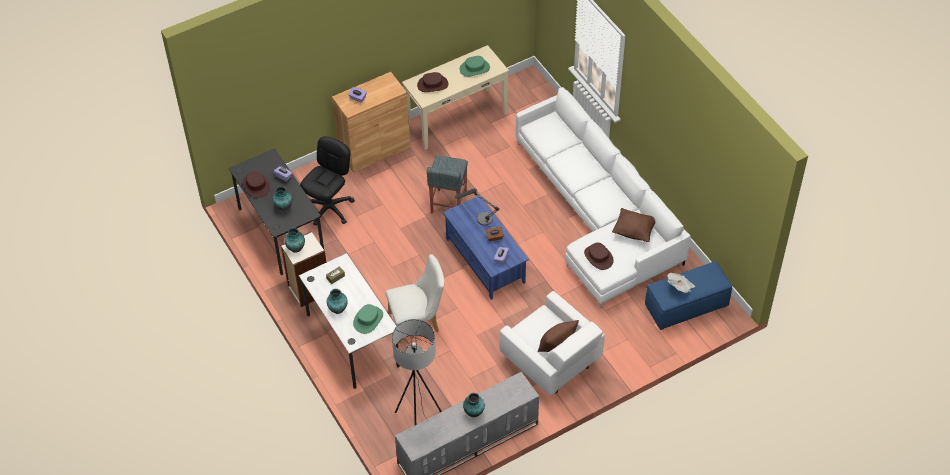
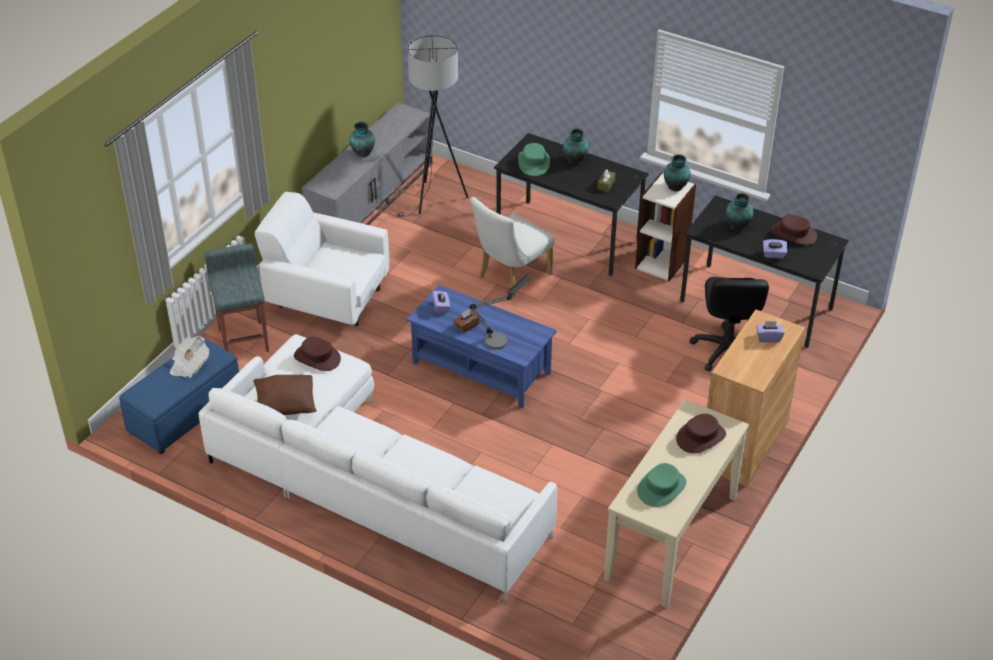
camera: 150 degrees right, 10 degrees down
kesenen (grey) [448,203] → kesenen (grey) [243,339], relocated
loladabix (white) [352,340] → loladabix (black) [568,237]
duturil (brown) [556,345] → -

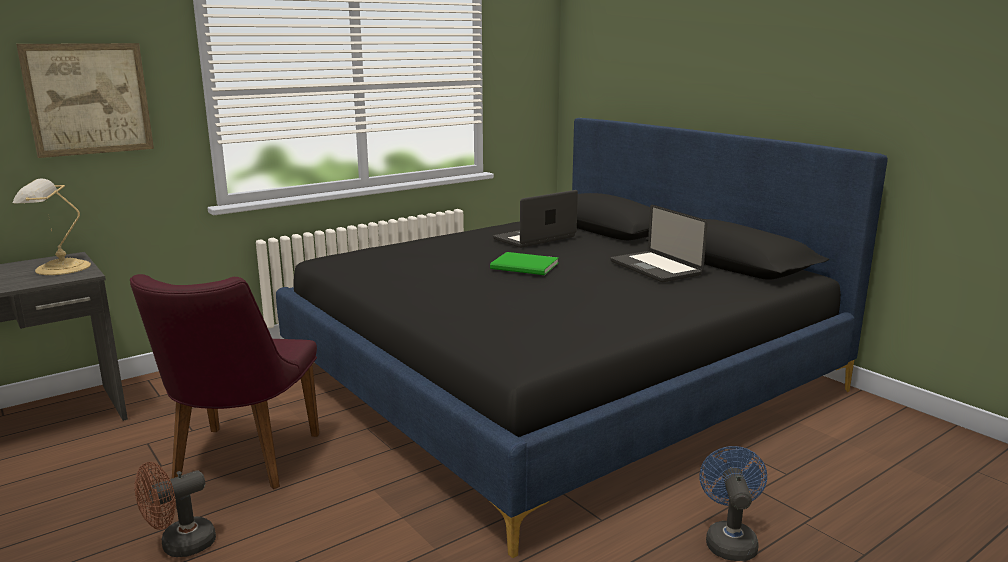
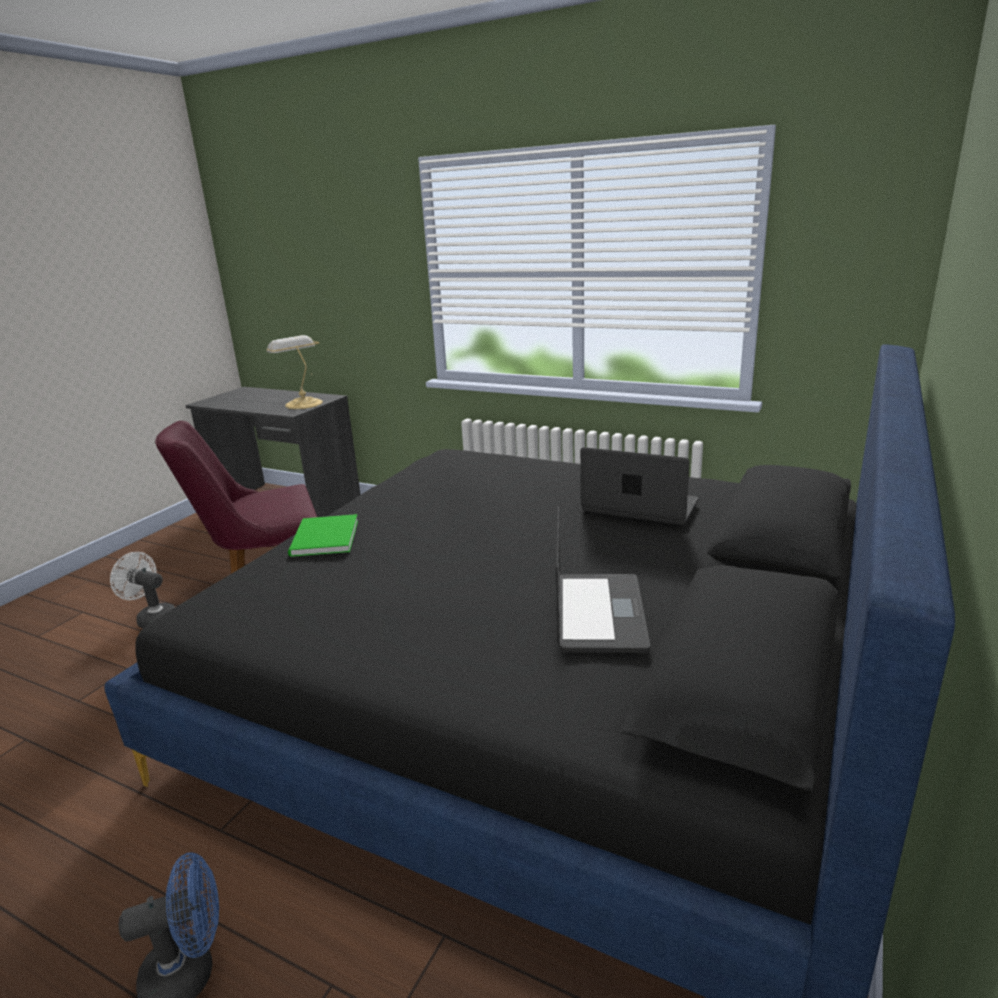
camera: 65 degrees right, 5 degrees up
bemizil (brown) [180,546] → bemizil (white) [153,619]
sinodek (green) [525,266] → sinodek (green) [322,539], relocated
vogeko [655,268] → vogeko [599,614], 150 degrees clockwise
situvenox [88,99] → -

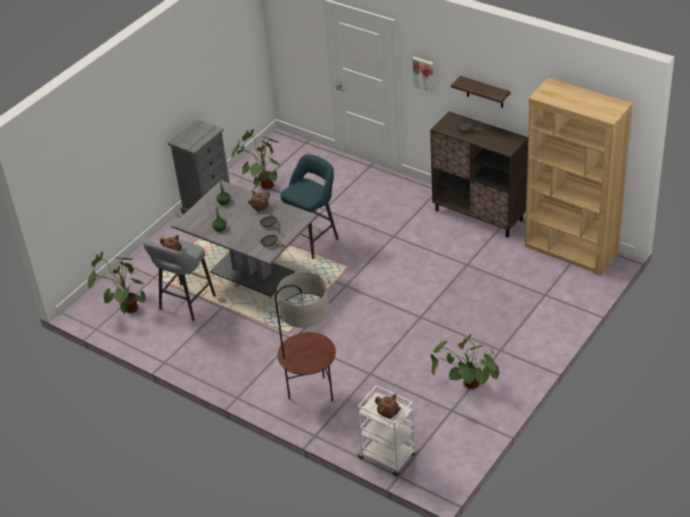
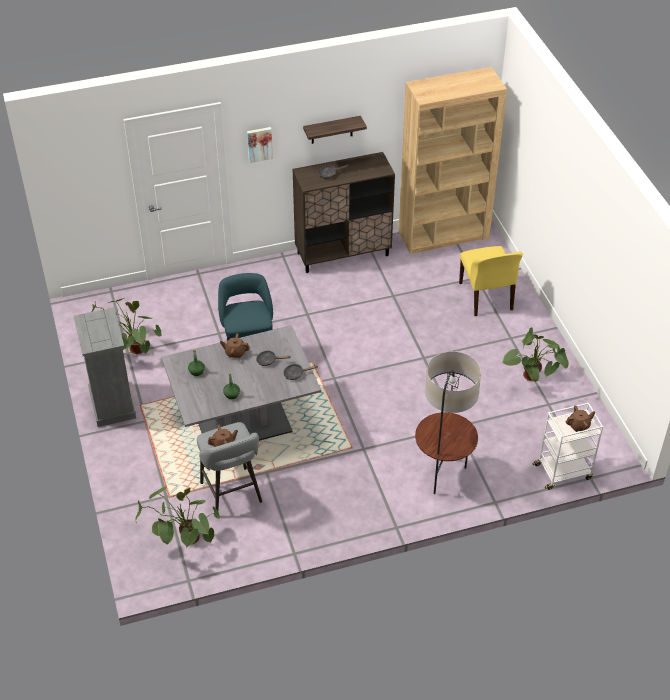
camera: 55 degrees left, 5 degrees up
- → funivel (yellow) [486,297]

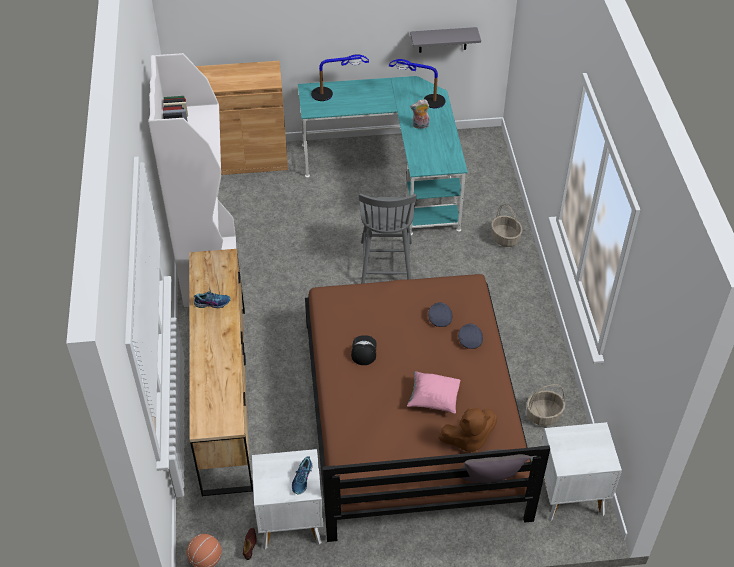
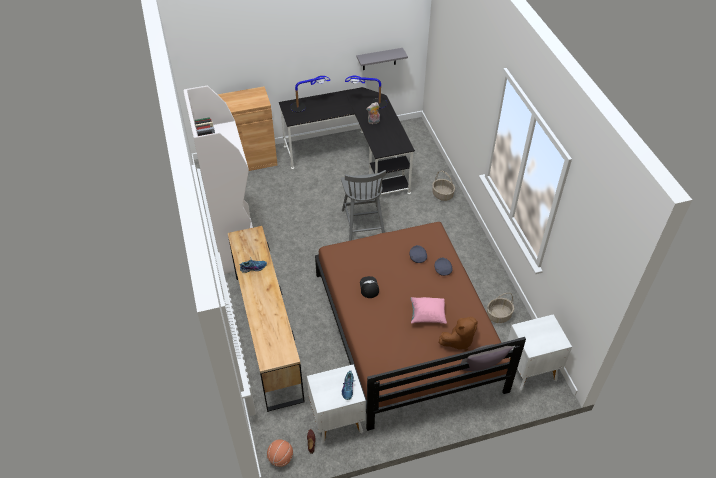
camera: 10 degrees left, 0 degrees up
loladabix (turquoise) [392,174] → loladabix (black) [353,159]

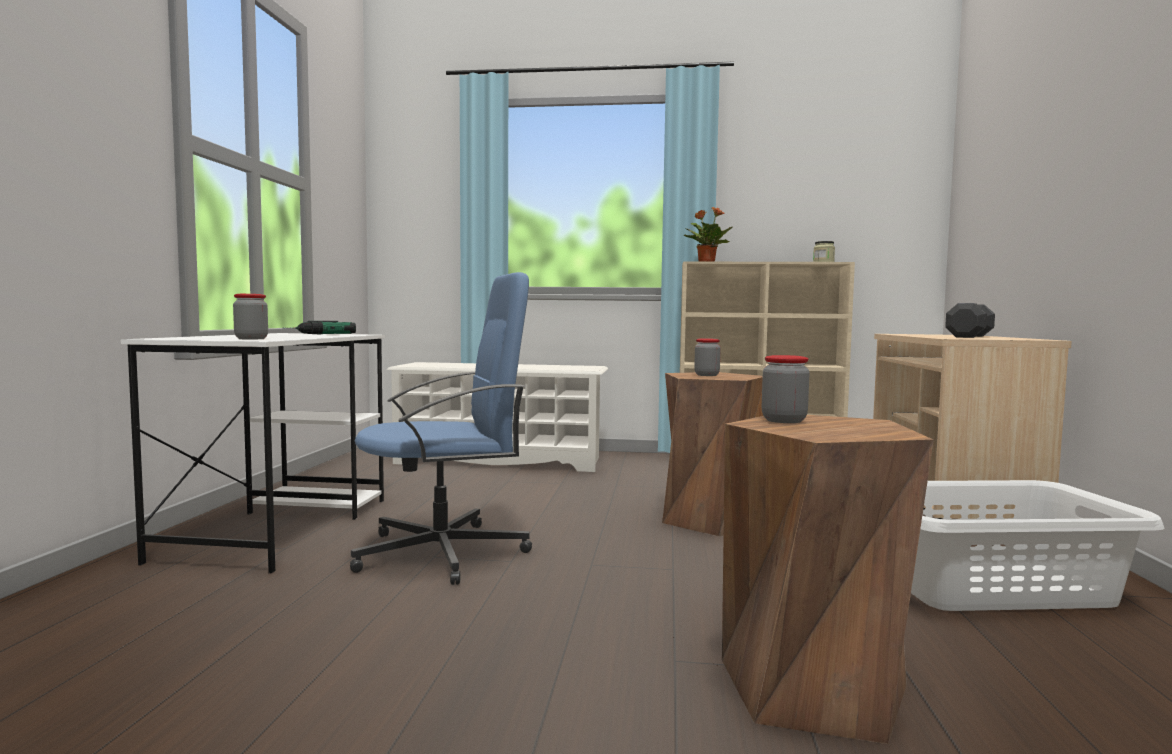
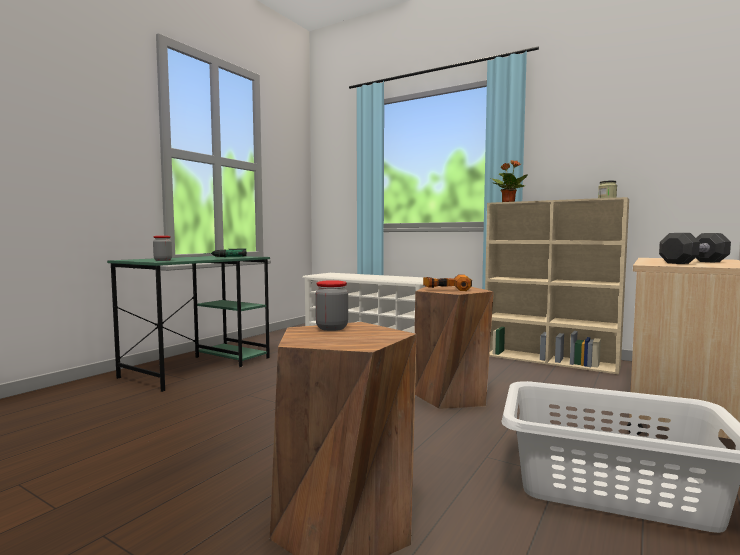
camera: 25 degrees right, 0 degrees up
loladabix (white) [280,527] → loladabix (green) [200,367]
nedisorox [706,375] → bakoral [446,289]
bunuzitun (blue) [444,552] → -

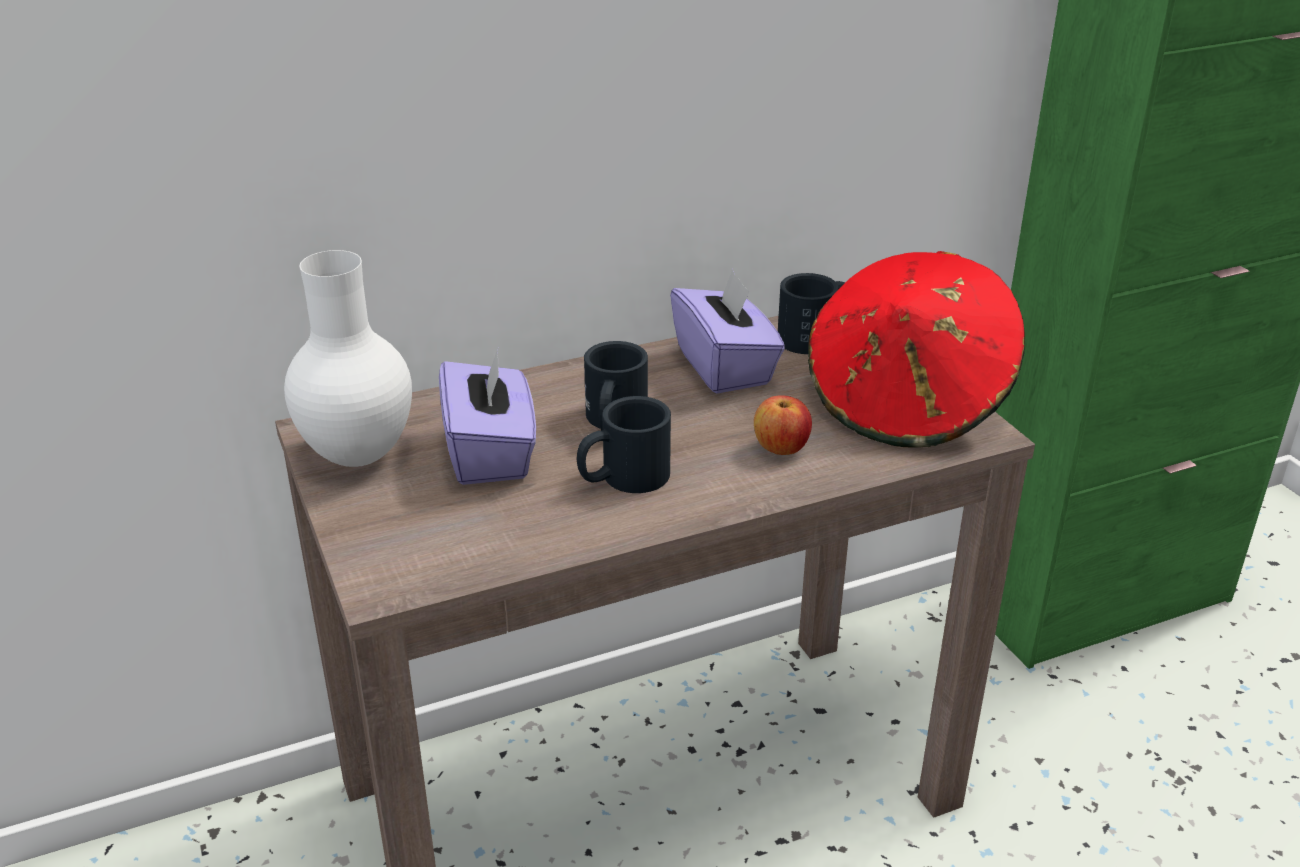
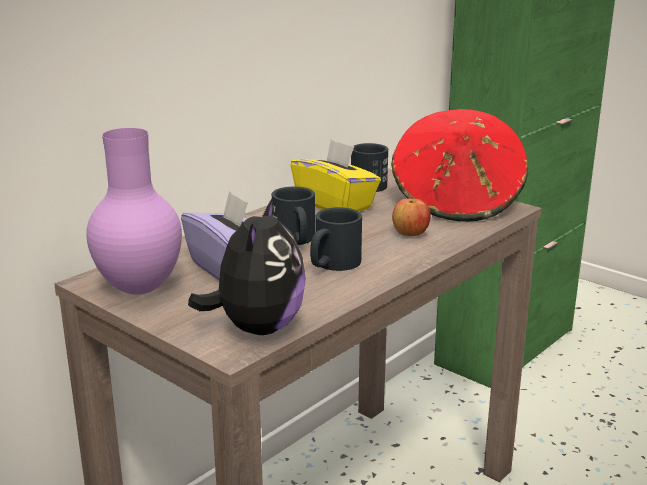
camera: 25 degrees left, 10 degrees down
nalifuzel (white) [361,455] → nalifuzel (purple) [141,288]
- → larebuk [257,328]
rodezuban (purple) [725,367] → rodezuban (yellow) [335,205]

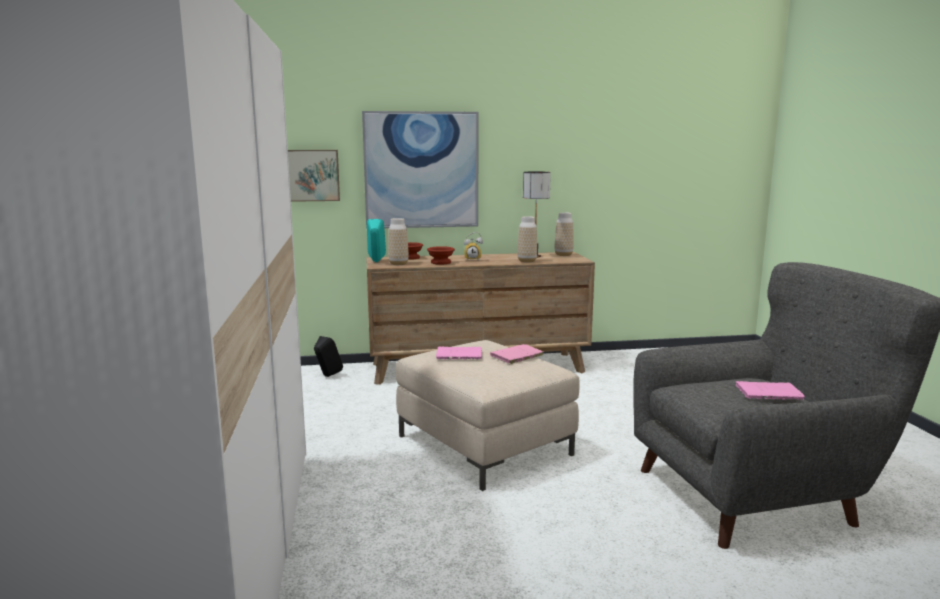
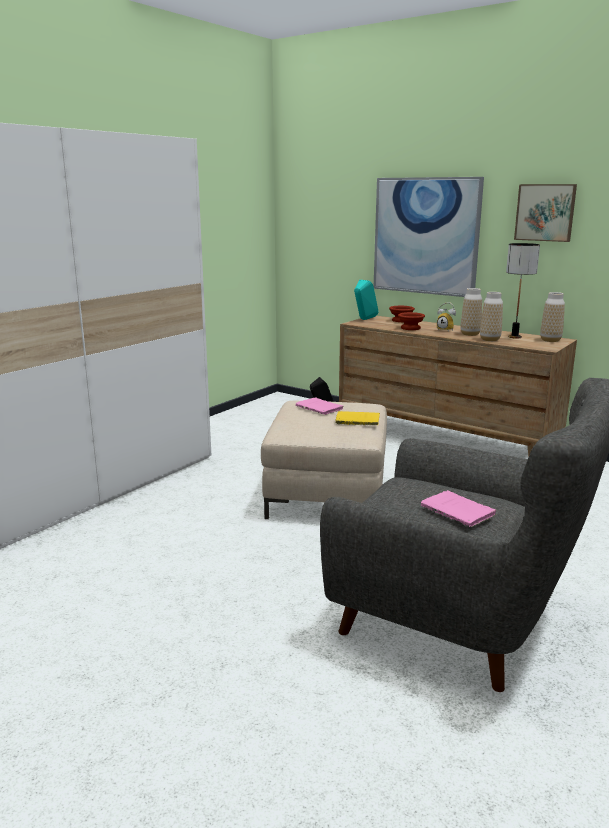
camera: 45 degrees right, 5 degrees up
sinodek (pink) [515,356] → sinodek (yellow) [356,420]
nalifuzel [398,264] → nalifuzel [470,334], relocated
situvenox [313,175] → situvenox [545,212], relocated

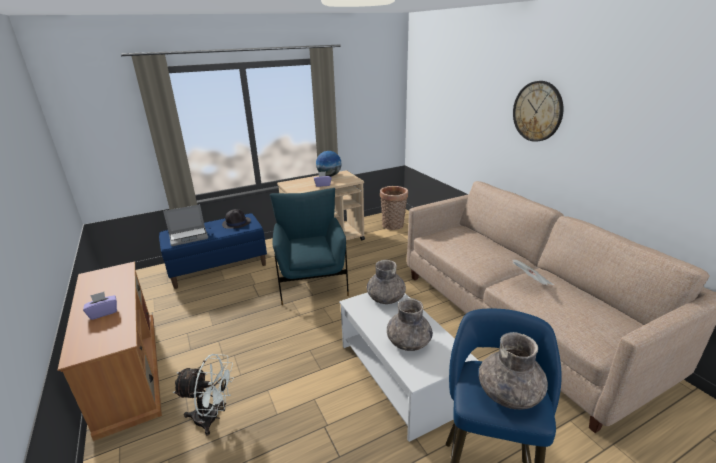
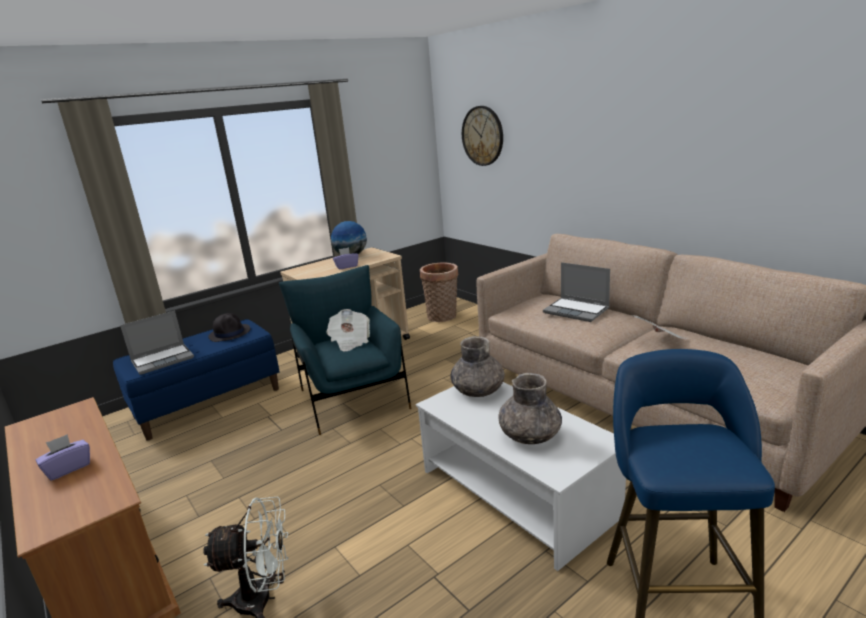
camera: 10 degrees left, 5 degrees down
- → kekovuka [350,341]
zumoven [537,111] → zumoven [482,136], relocated
- → vogeko [577,311]
nalifuzel (grey) [509,394] → -

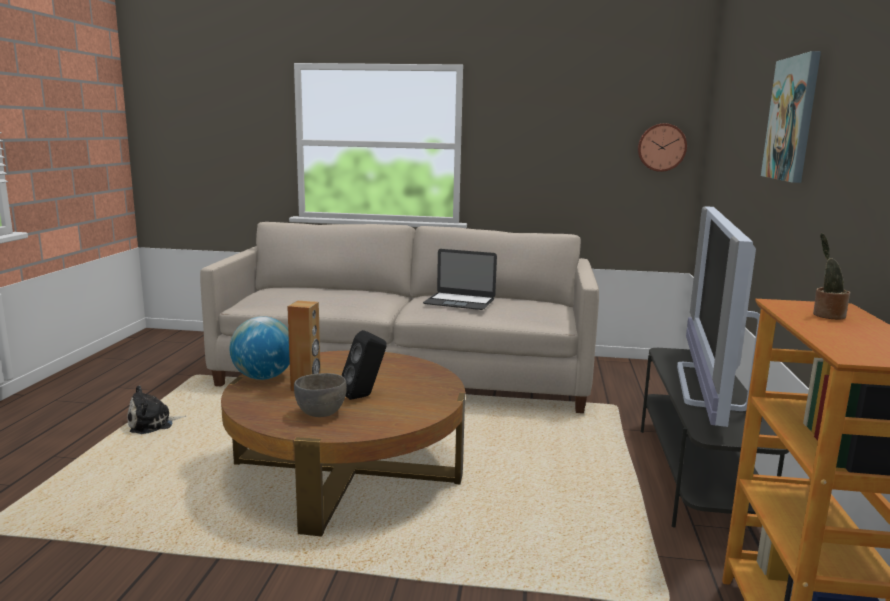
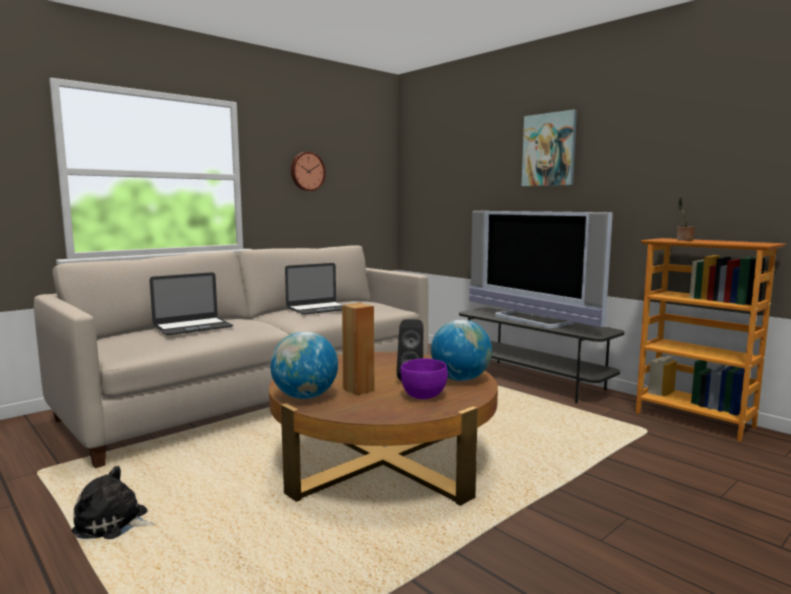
camera: 50 degrees left, 5 degrees down
larebuk [153,424] → larebuk [114,524], 90 degrees clockwise
- → vogeko [193,326]
zumoven [661,147] → zumoven [307,171], relocated
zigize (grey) [321,413] → zigize (purple) [424,396]
- → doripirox [460,379]

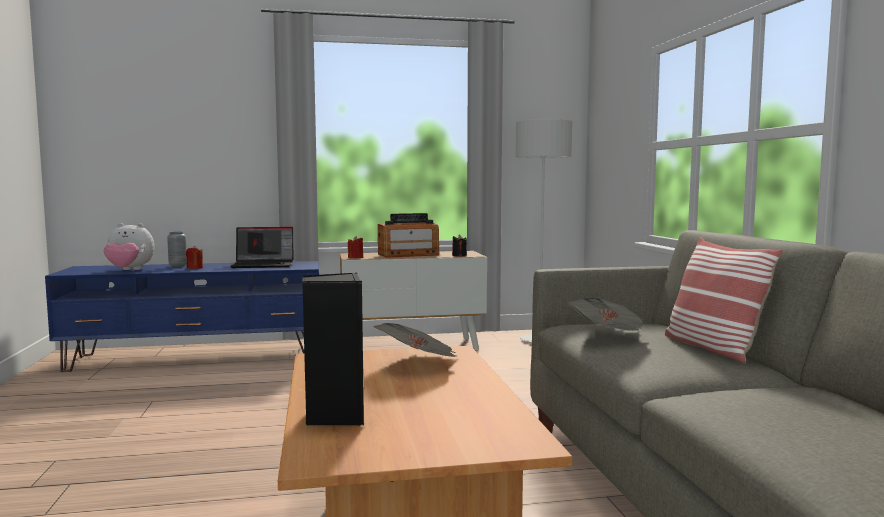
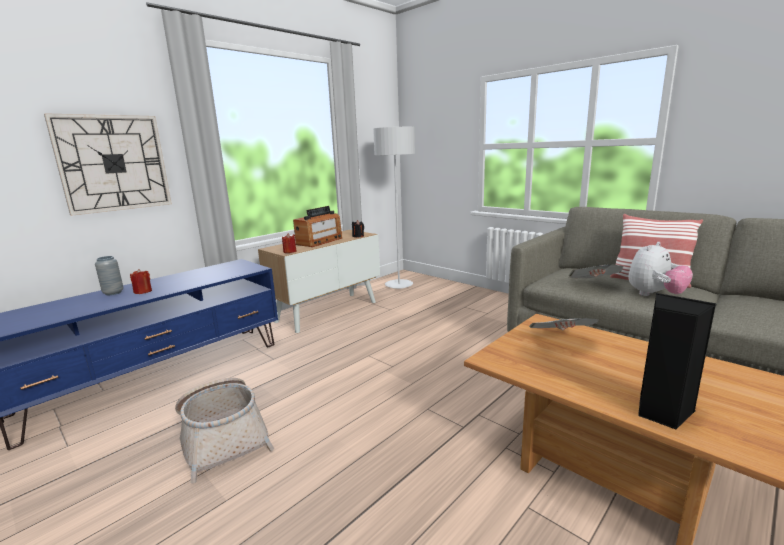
camera: 35 degrees left, 10 degrees up
- → zumoven [113,163]
- → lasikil [223,437]
larebuk [129,270] → larebuk [654,295], relocated
vogeko [264,265] → -

